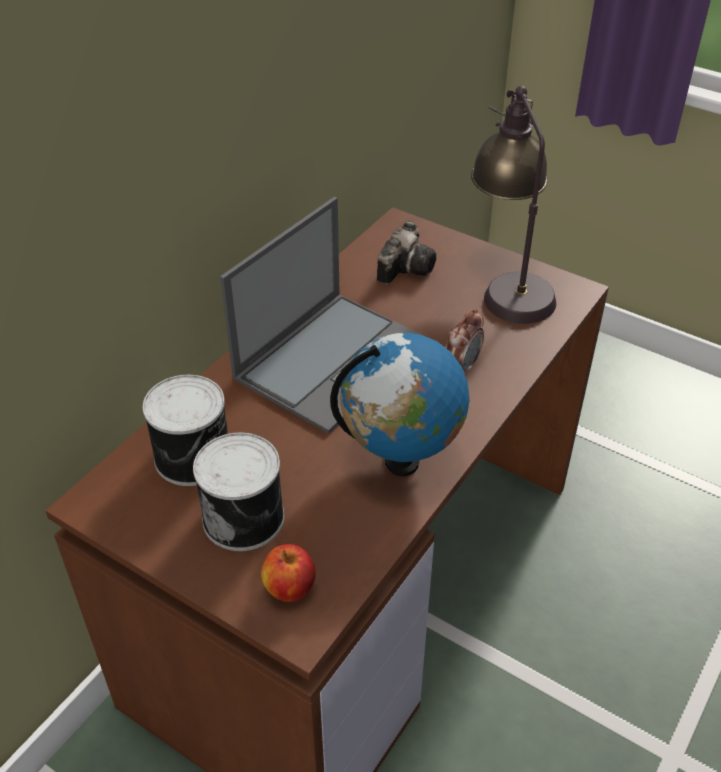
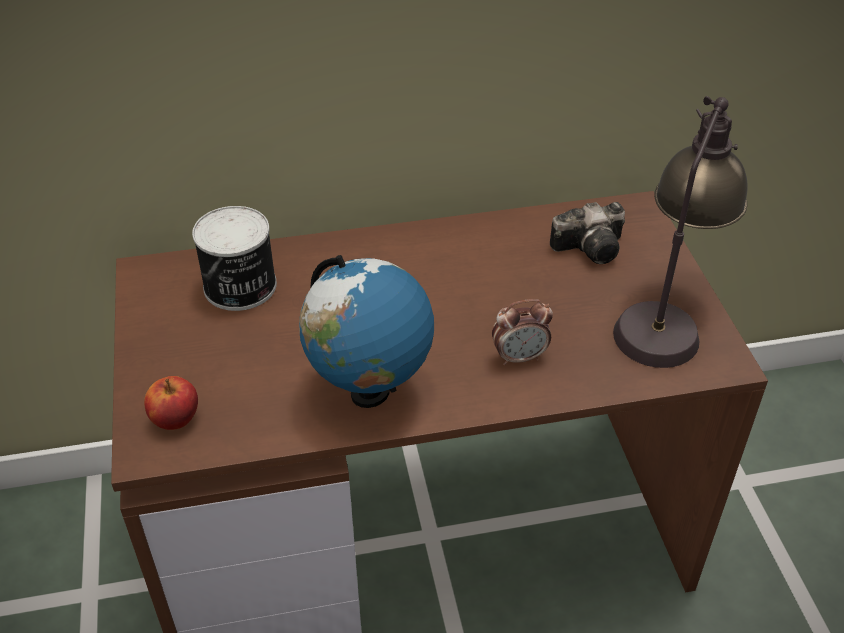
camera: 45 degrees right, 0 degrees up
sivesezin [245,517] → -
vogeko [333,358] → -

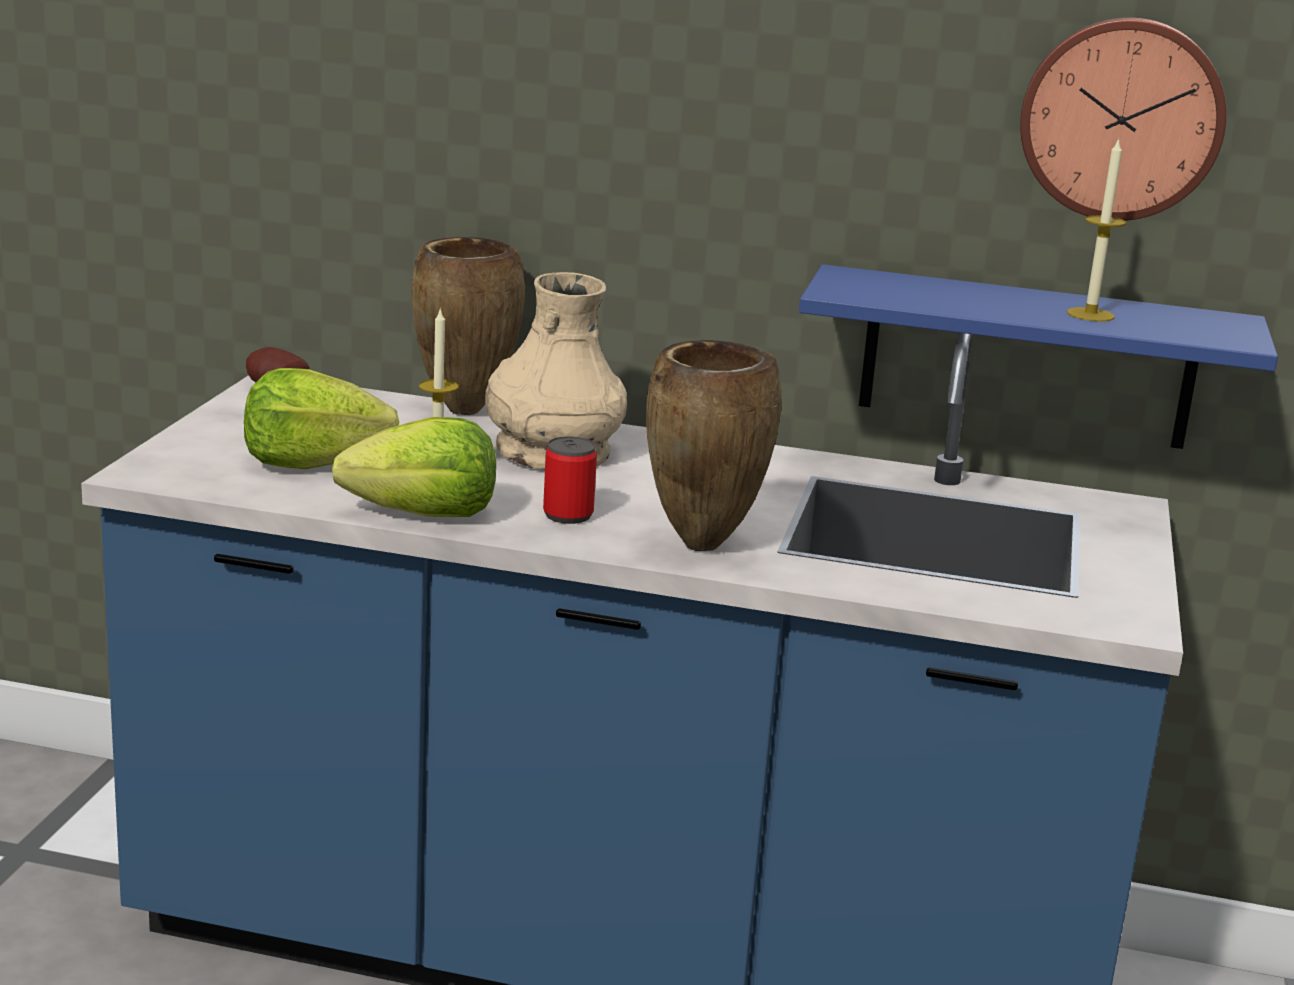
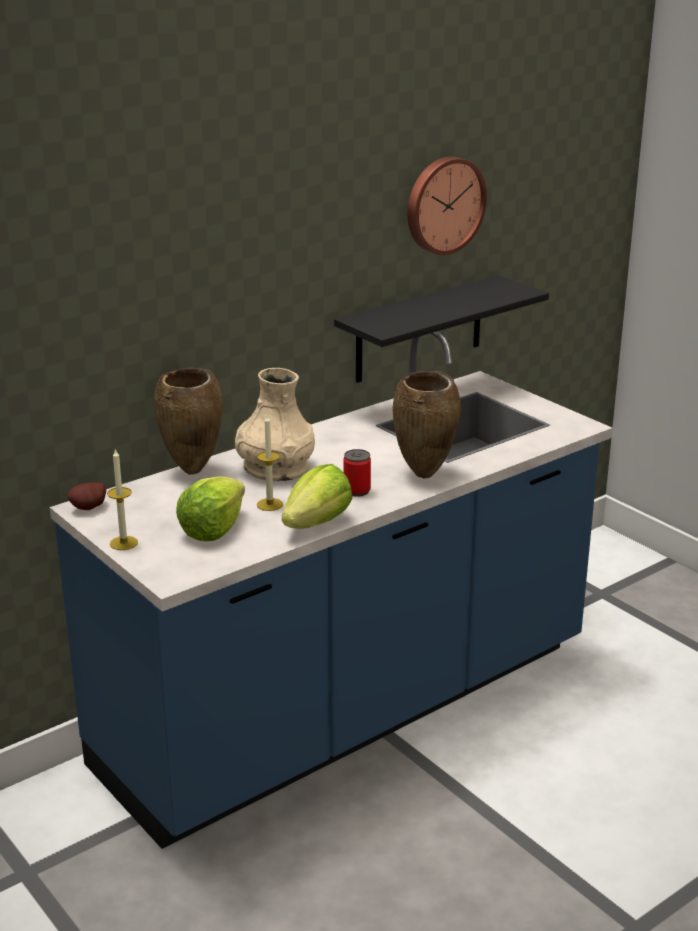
camera: 50 degrees left, 5 degrees up
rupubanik [1090,314] → rupubanik [123,543], relocated
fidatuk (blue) [1027,358] → fidatuk (black) [419,329]

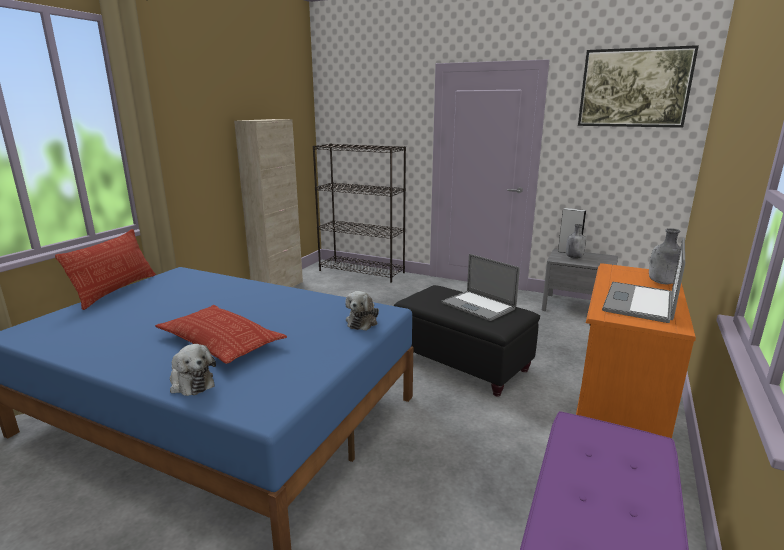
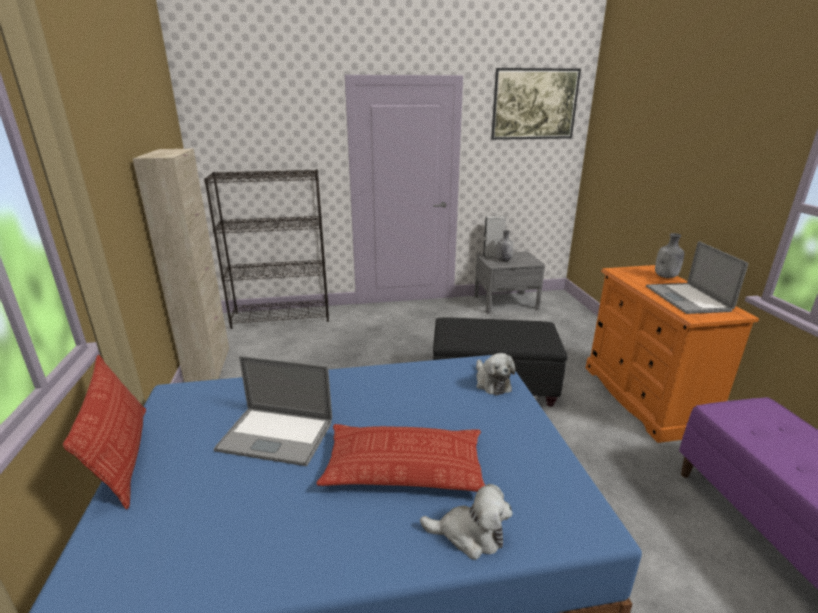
camera: 35 degrees left, 5 degrees up
vogeko [478,306] → vogeko [276,436], relocated

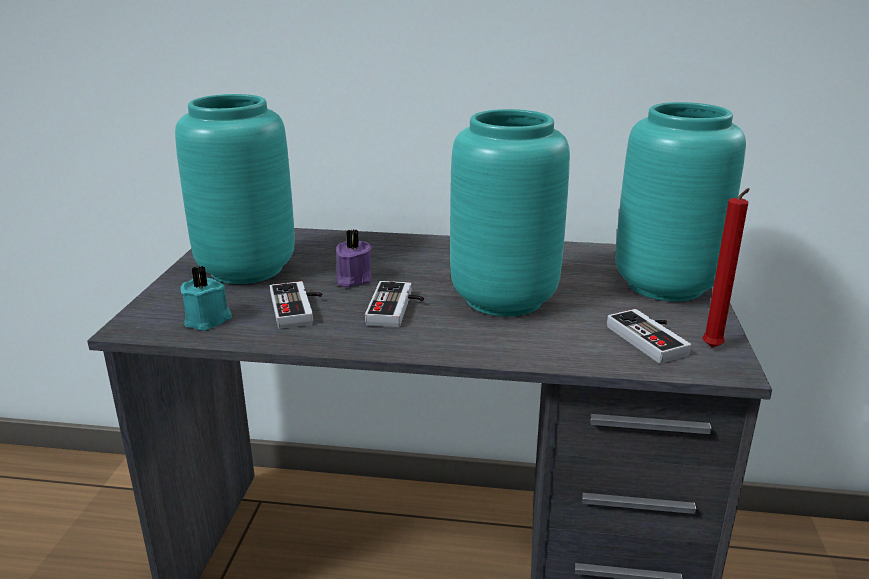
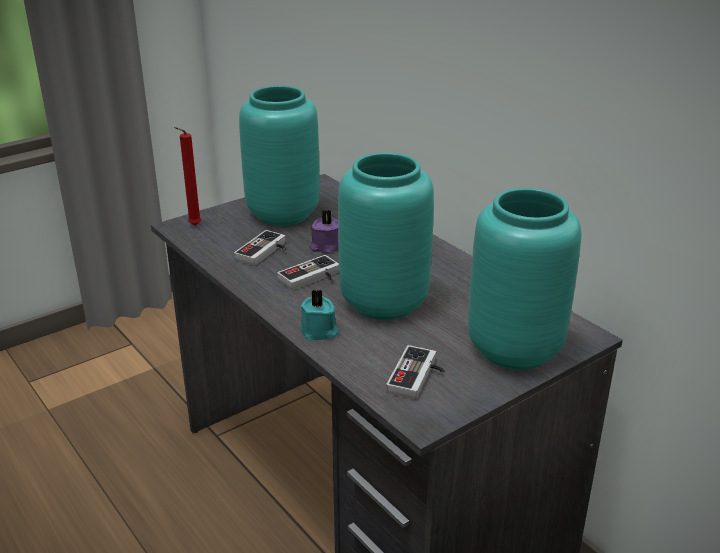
camera: 45 degrees right, 5 degrees up
rupubanik (red) [712,349] → rupubanik (red) [193,226], relocated
rupubanik (turquoise) [208,320] → rupubanik (turquoise) [319,332], relocated

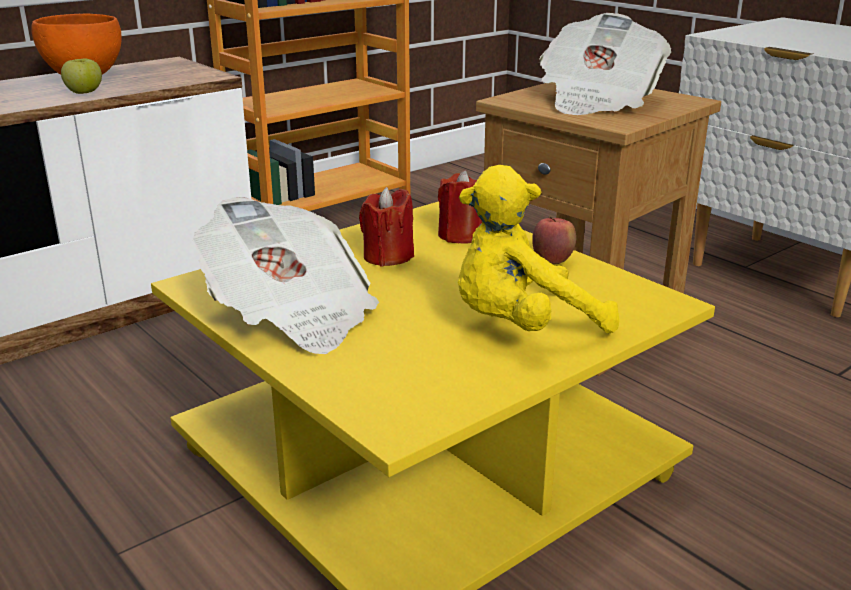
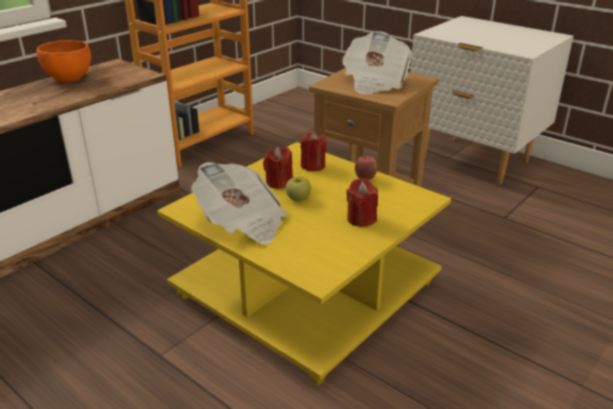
camera: 10 degrees left, 5 degrees up
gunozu [84,92] → gunozu [298,199], relocated
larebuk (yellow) [522,327] → rupubanik (red) [361,219]

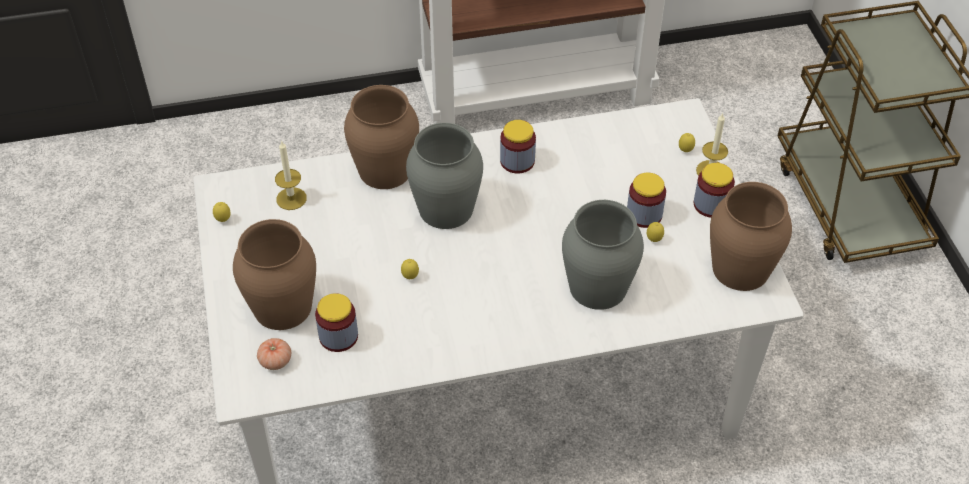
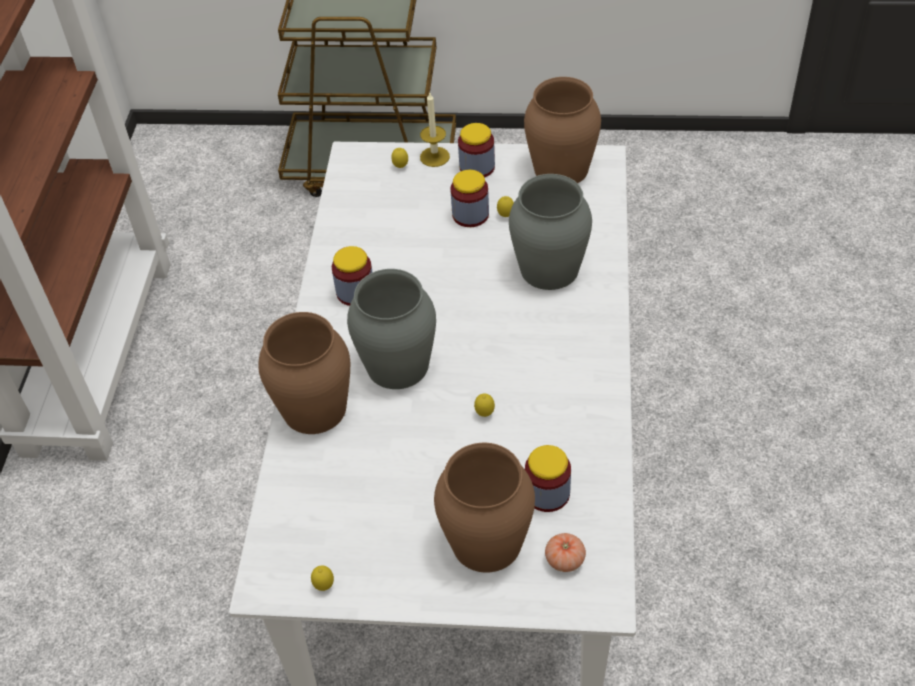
camera: 70 degrees left, 0 degrees up
rupubanik [291,198] → -

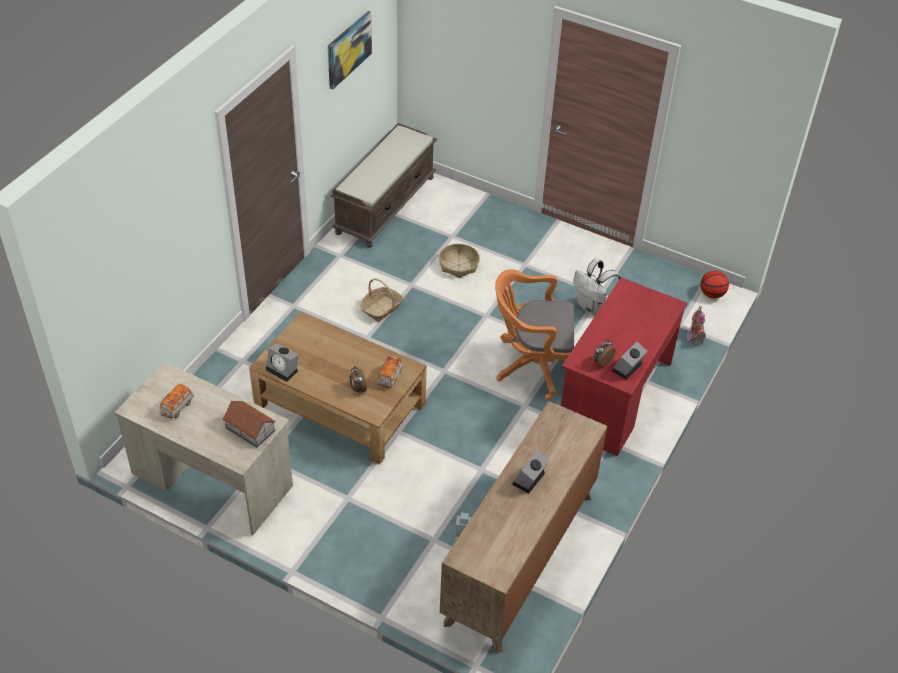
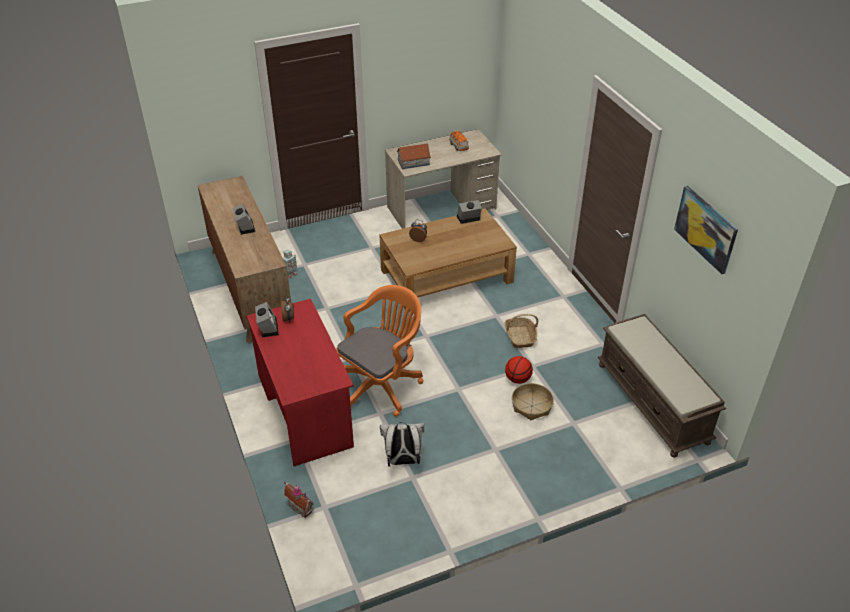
camera: 130 degrees right, 5 degrees down
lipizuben [712,294] → lipizuben [517,379], relocated
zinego [389,377] → -

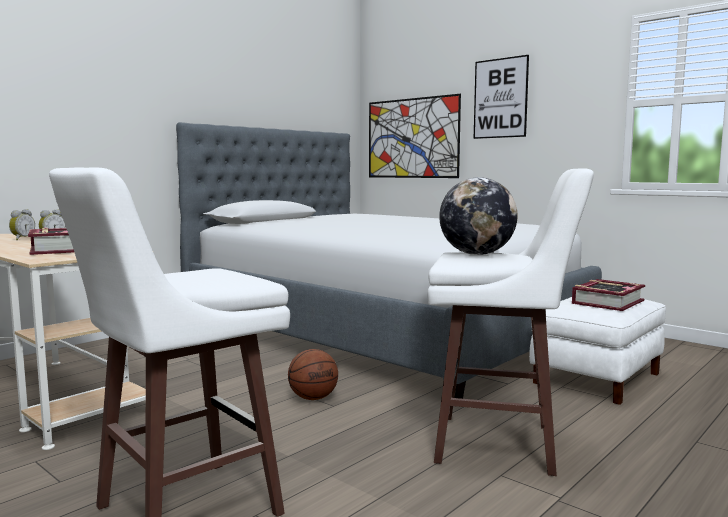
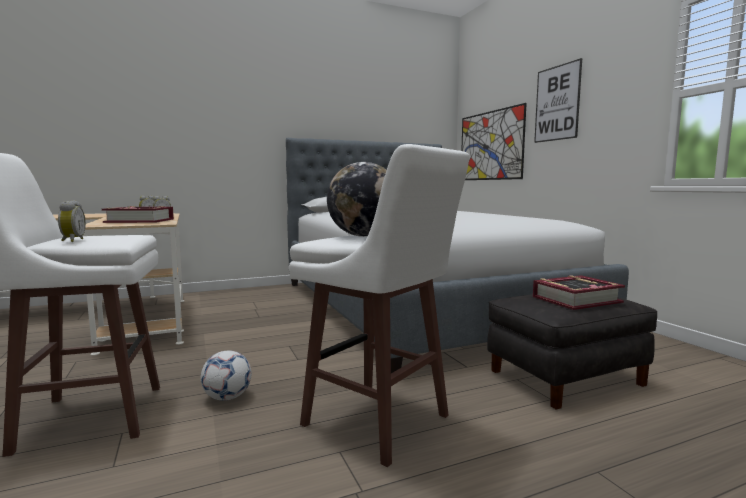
camera: 25 degrees right, 0 degrees up
- → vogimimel [71,240]
- → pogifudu [227,397]
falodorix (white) [596,378] → falodorix (black) [565,377]
lipizuben [313,398] → -

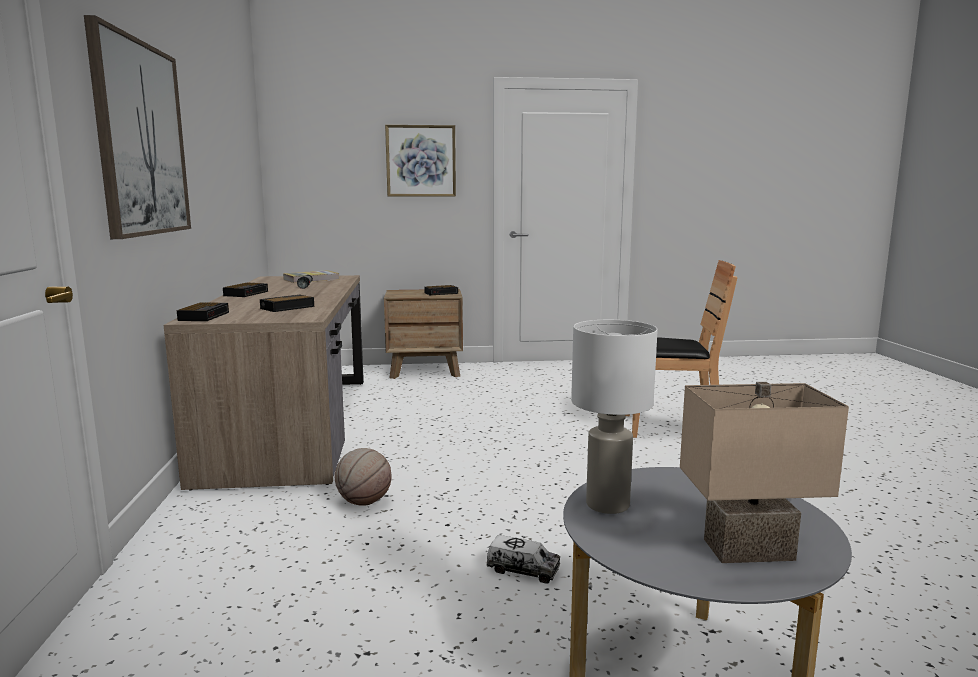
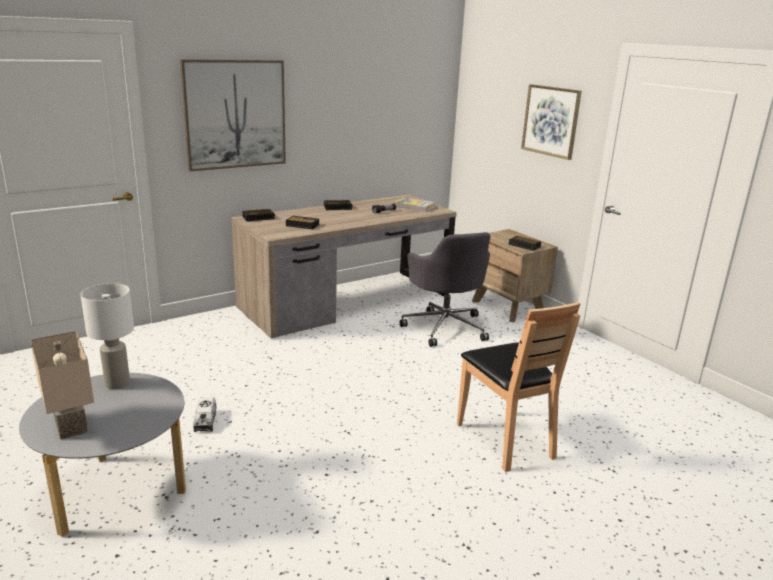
camera: 60 degrees right, 10 degrees up
- → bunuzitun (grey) [445,327]
lipizuben [364,502] → -

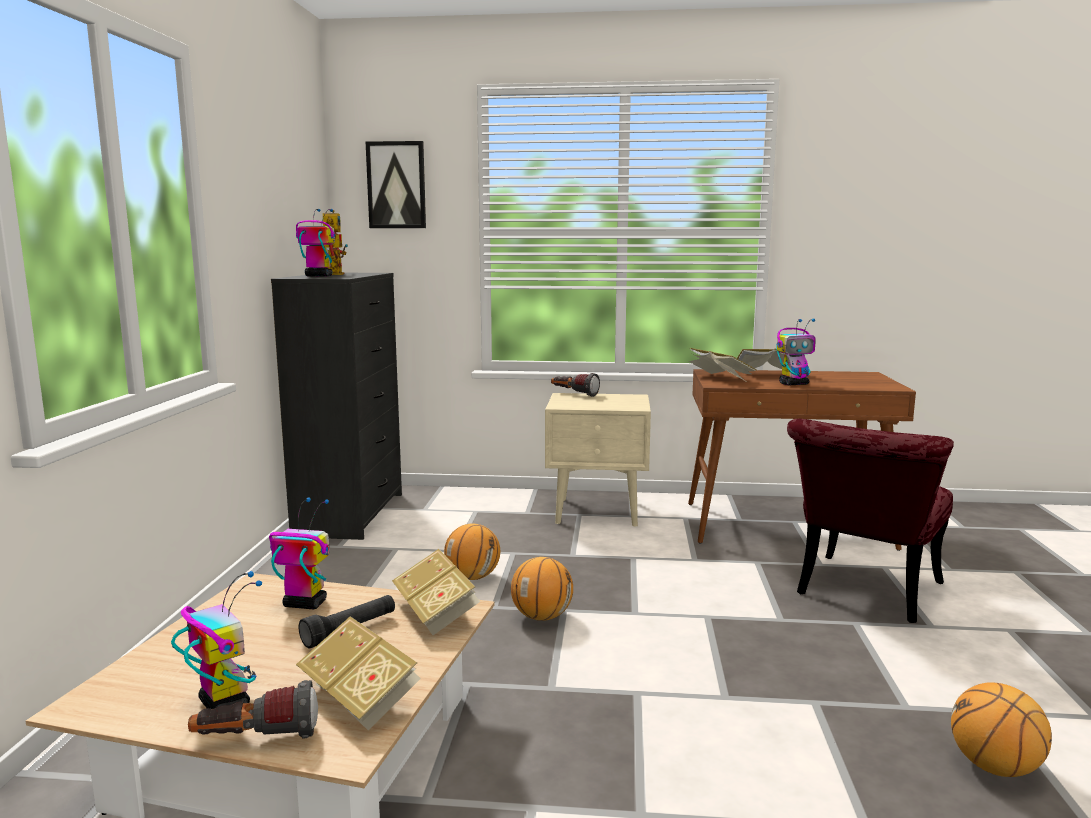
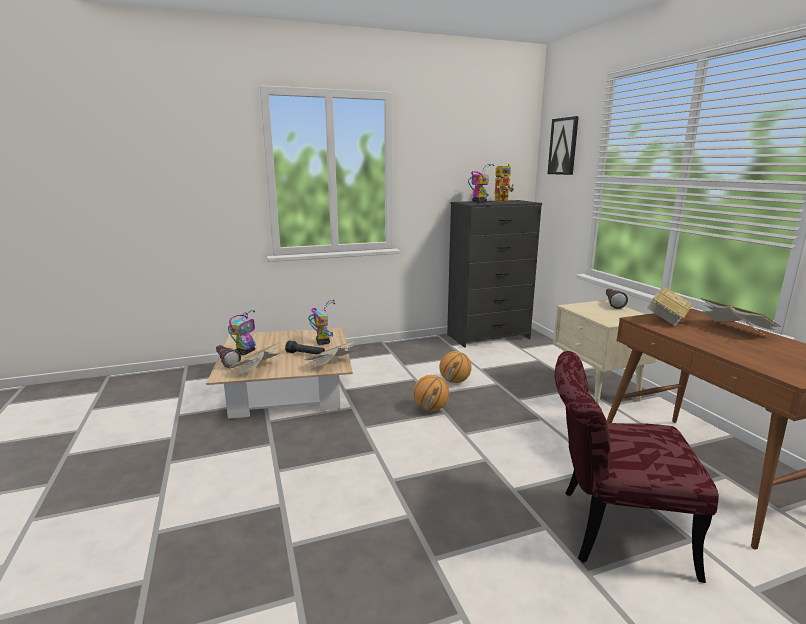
camera: 65 degrees right, 5 degrees up
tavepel [794,384] → -
lipizuben [994,767] → -

